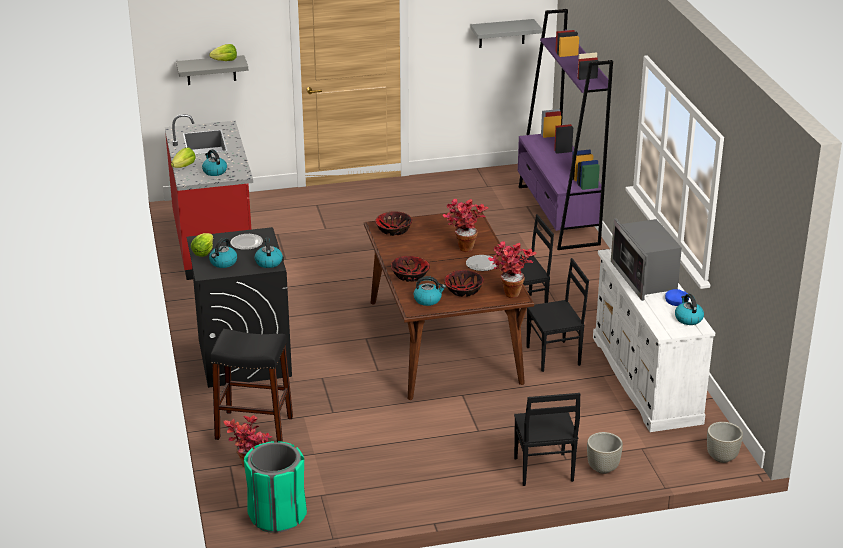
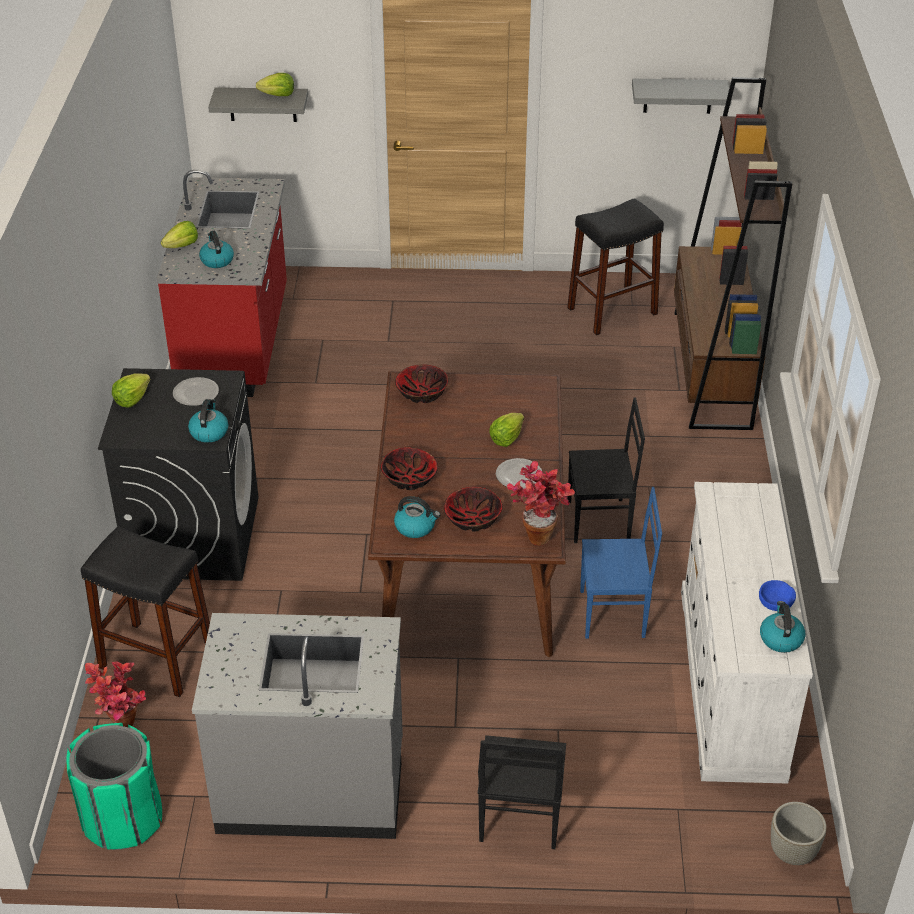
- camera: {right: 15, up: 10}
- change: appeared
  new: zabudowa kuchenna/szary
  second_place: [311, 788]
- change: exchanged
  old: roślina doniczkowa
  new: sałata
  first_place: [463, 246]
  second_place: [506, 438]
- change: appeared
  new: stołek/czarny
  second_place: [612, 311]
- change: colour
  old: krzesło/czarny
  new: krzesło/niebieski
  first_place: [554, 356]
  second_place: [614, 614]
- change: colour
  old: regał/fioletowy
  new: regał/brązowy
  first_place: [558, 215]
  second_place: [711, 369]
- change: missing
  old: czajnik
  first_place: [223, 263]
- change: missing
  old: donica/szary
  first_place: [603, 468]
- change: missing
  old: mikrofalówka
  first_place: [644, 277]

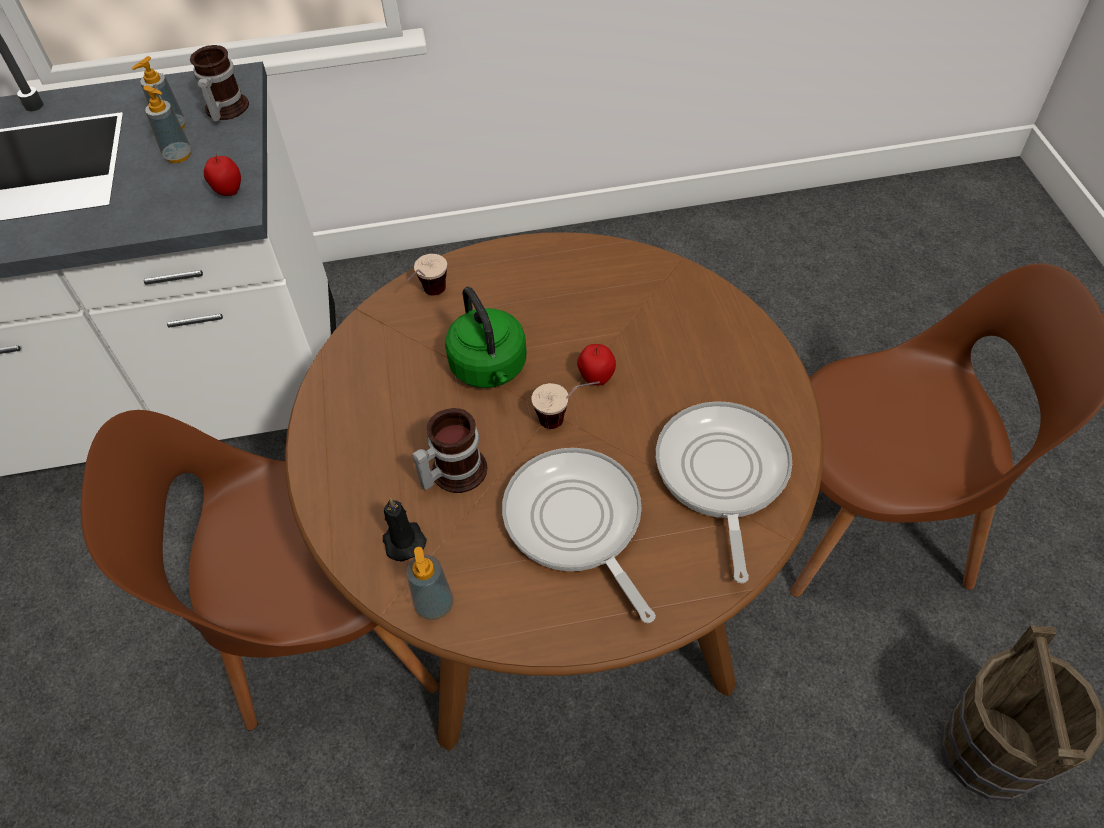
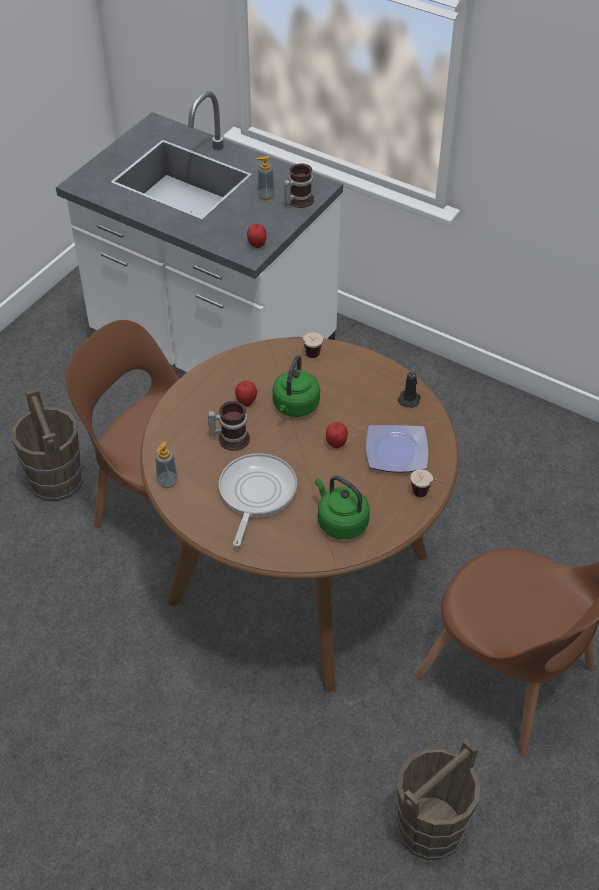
- camera: {right: 40, up: -5}
- change: appeared
  new: wiadro/brązowy
  second_place: [56, 480]
- change: appeared
  new: jabłko
  second_place: [246, 402]
- change: exchanged
  old: patelnia
  new: czajnik/zielony
  first_place: [721, 474]
  second_place: [340, 522]
- change: appeared
  new: talerz
  second_place: [395, 451]
- change: relocated
  old: świeca/czarny
  first_place: [403, 539]
  second_place: [409, 399]
- change: relocated
  old: filiżanka
  first_place: [566, 419]
  second_place: [427, 496]
- change: missing
  old: dozownik mydła
  first_place: [178, 155]

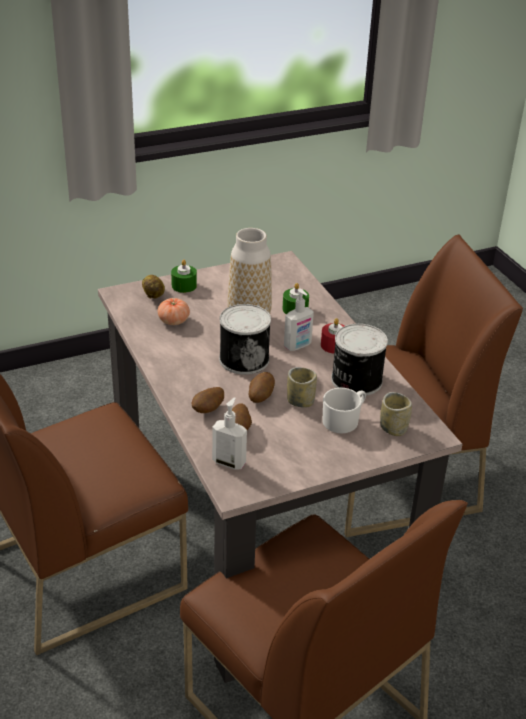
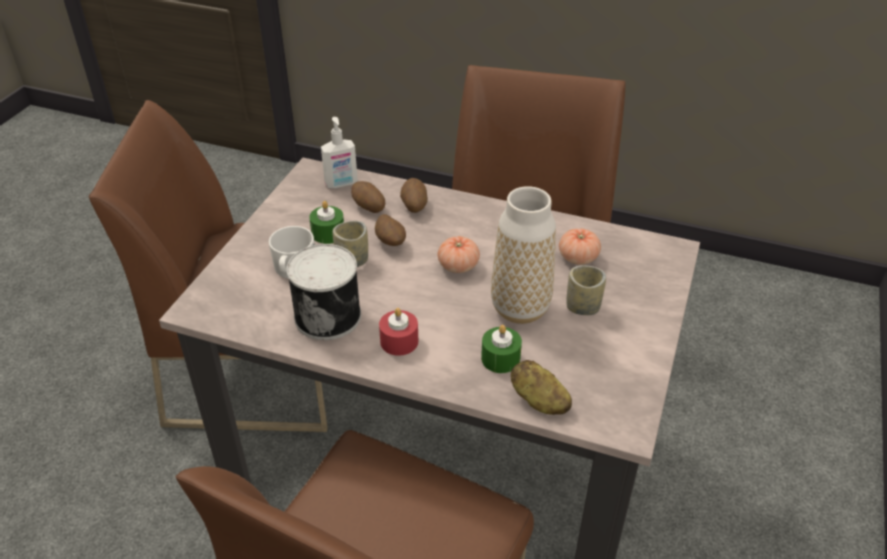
- camera: {right: 135, up: 5}
- change: relocated
  old: świeca/zielony
  first_place: [184, 285]
  second_place: [328, 233]
- change: exchanged
  old: puszka
  new: pomidor
  first_place: [244, 358]
  second_place: [458, 266]
- change: relocated
  old: ziemniak
  first_place: [154, 295]
  second_place: [538, 401]
- change: relocated
  old: filiżanka
  first_place: [393, 428]
  second_place: [583, 307]
- change: missing
  old: dozownik mydła
  first_place: [298, 346]

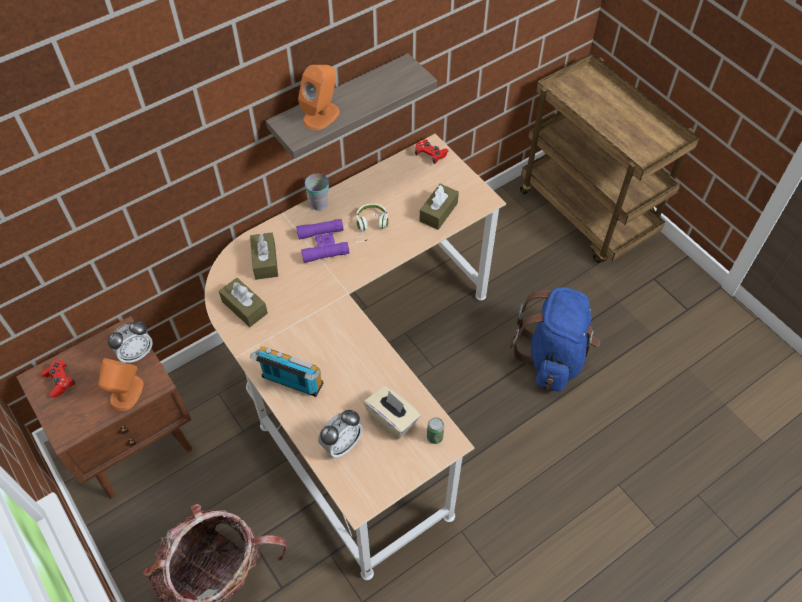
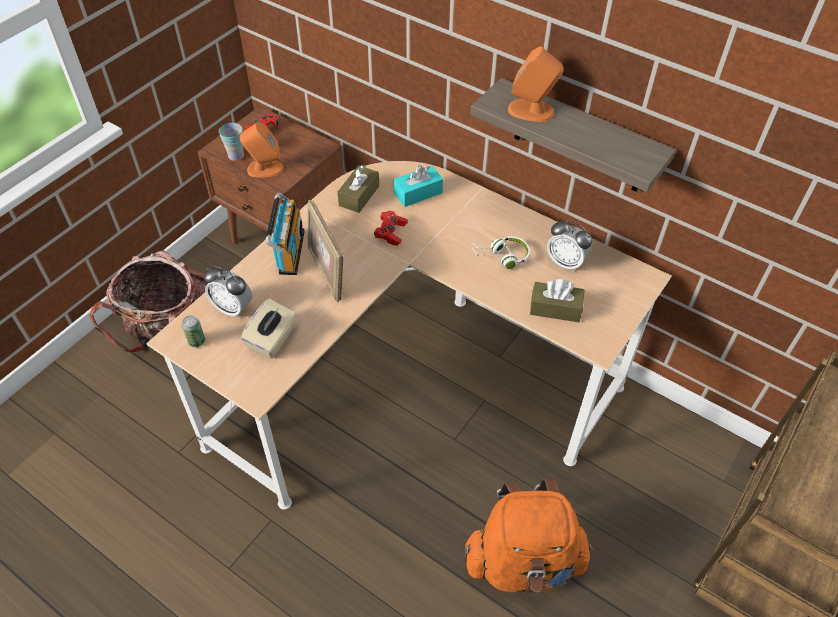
- camera: {right: 70, up: -5}
- change: relocated
  old: puszka
  first_place: [434, 437]
  second_place: [196, 341]
- change: relocated
  old: filiżanka
  first_place: [319, 204]
  second_place: [236, 155]
- change: appeared
  new: ramka na zdjęcie
  second_place: [327, 273]
- change: relocated
  old: pad do gier/czerwony
  first_place: [430, 155]
  second_place: [391, 233]
- change: colour
  old: pudełko chusteczek/brązowy
  new: pudełko chusteczek/turkusowy
  first_place: [265, 261]
  second_place: [418, 193]
- change: colour
  old: plecak/niebieski
  new: plecak/pomarańczowy
  first_place: [553, 356]
  second_place: [523, 562]
- change: relocated
  old: budzik
  first_place: [136, 353]
  second_place: [565, 262]
- change: missing
  old: lornetka/fioletowy
  first_place: [323, 244]

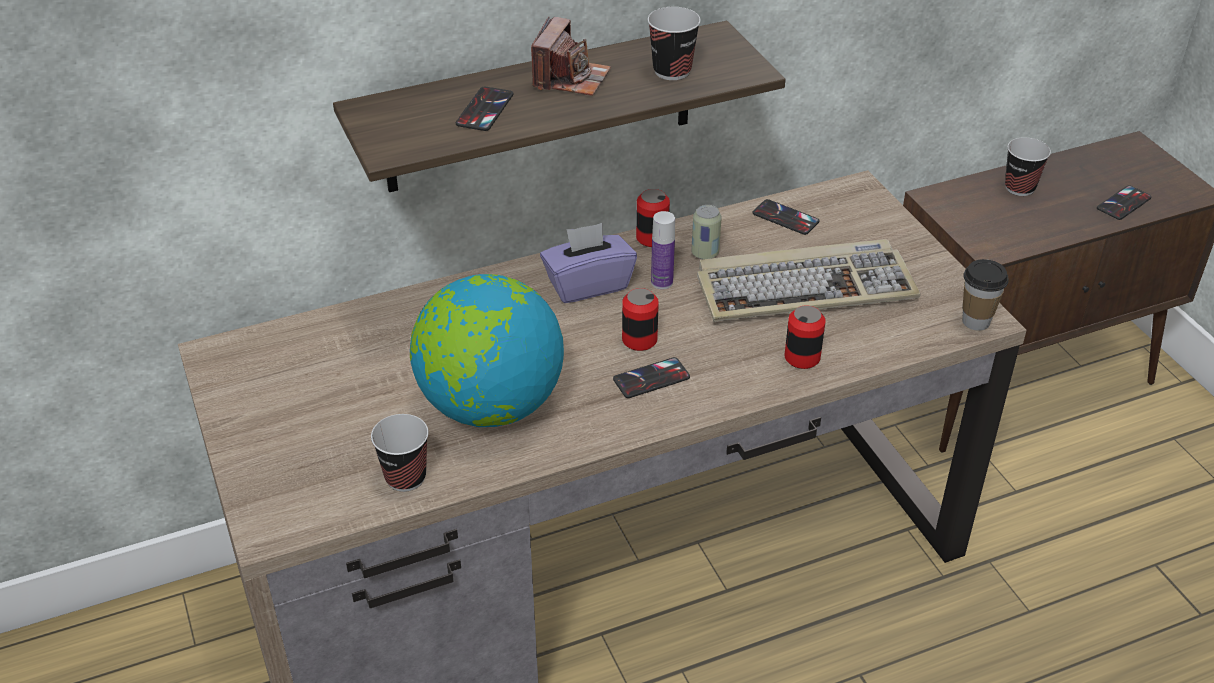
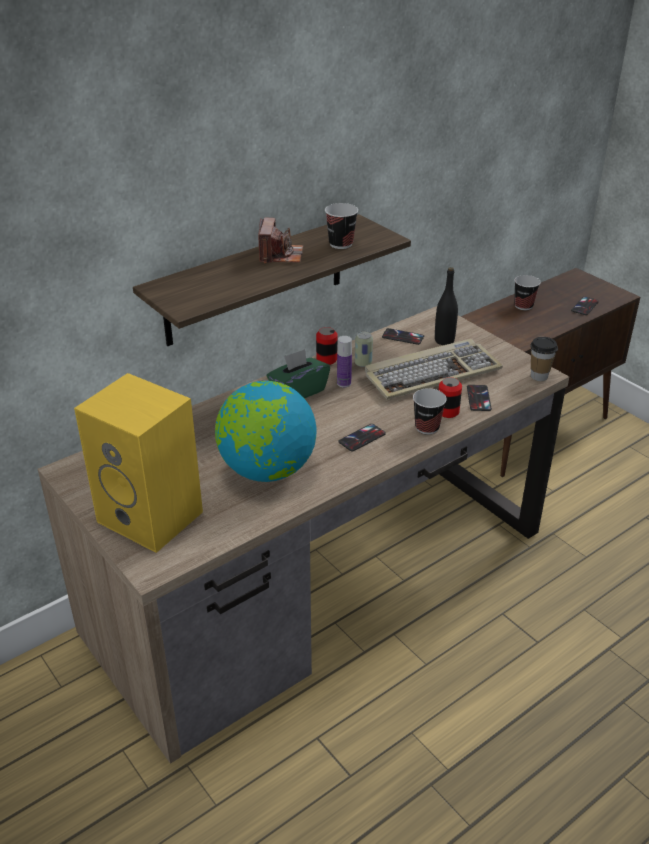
- camera: {right: -15, up: -5}
- change: appeared
  new: głośnik/żółty
  second_place: [153, 516]
- change: colour
  old: pudełko chusteczek/fioletowy
  new: pudełko chusteczek/zielony
  first_place: [588, 284]
  second_place: [298, 391]
- change: relocated
  old: filiżanka
  first_place: [405, 477]
  second_place: [427, 427]
- change: appeared
  new: butelka/czarny
  second_place: [444, 340]
- change: relocated
  old: telefon
  first_place: [484, 109]
  second_place: [478, 398]
- change: missing
  old: puszka
  first_place: [639, 340]

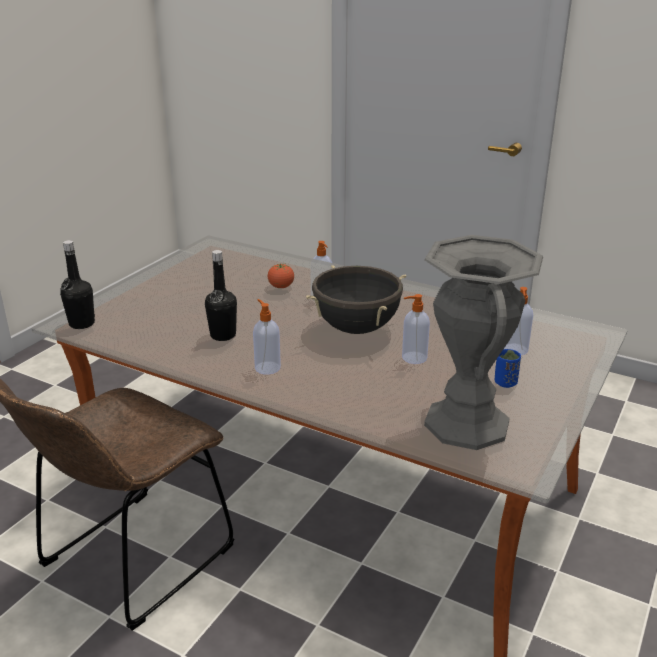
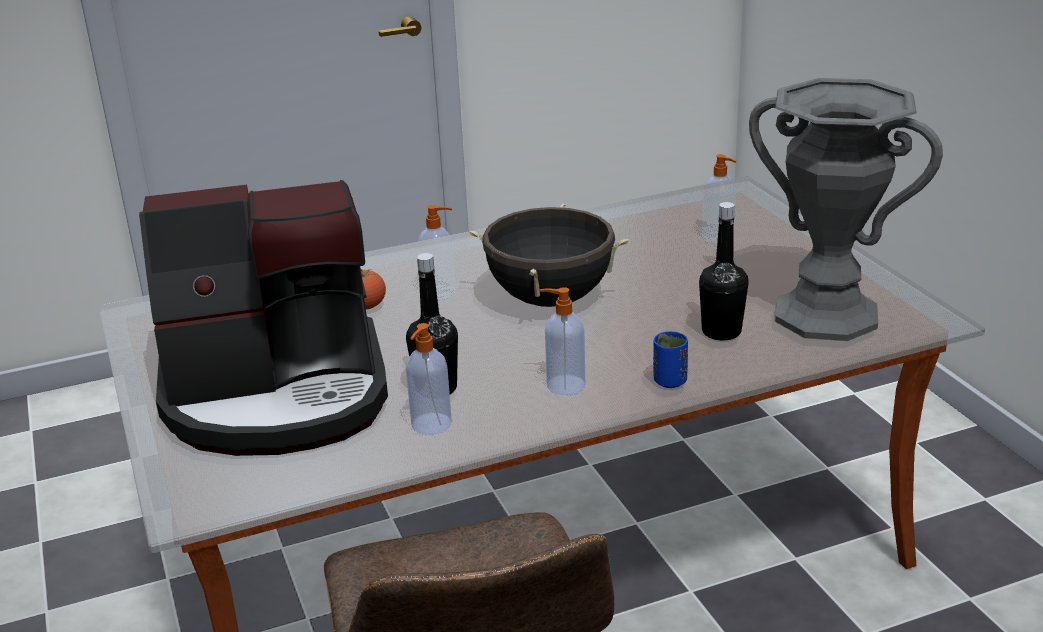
- camera: {right: -50, up: 0}
- change: appeared
  new: ekspres do kawy
  second_place: [278, 396]
- change: relocated
  old: dozownik mydła
  first_place: [413, 358]
  second_place: [430, 425]
- change: relocated
  old: filiżanka/niebieski
  first_place: [505, 383]
  second_place: [670, 381]
- change: relocated
  old: butelka/czarny
  first_place: [82, 324]
  second_place: [721, 332]

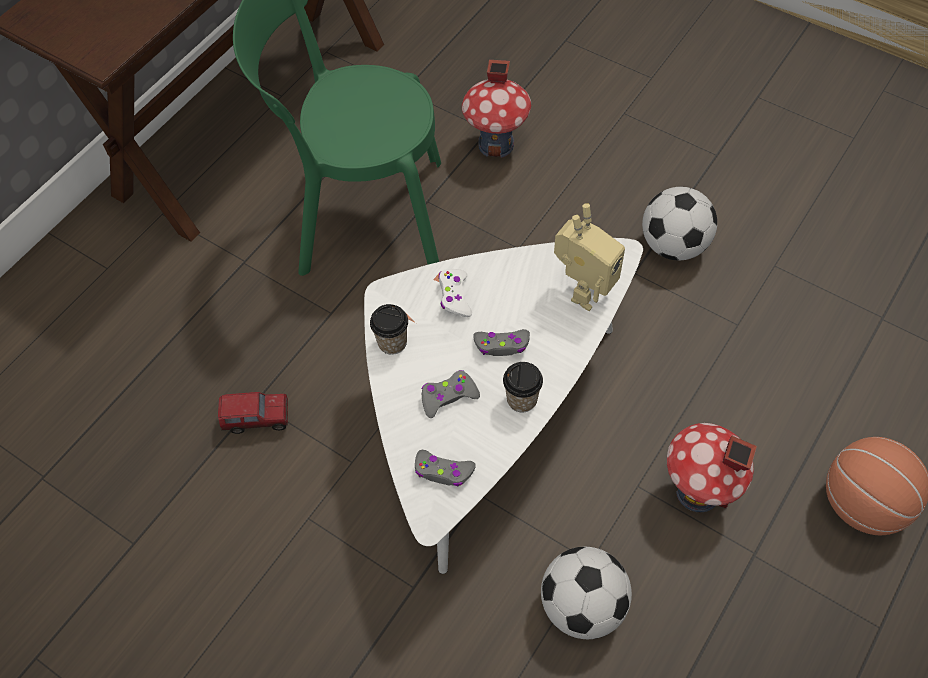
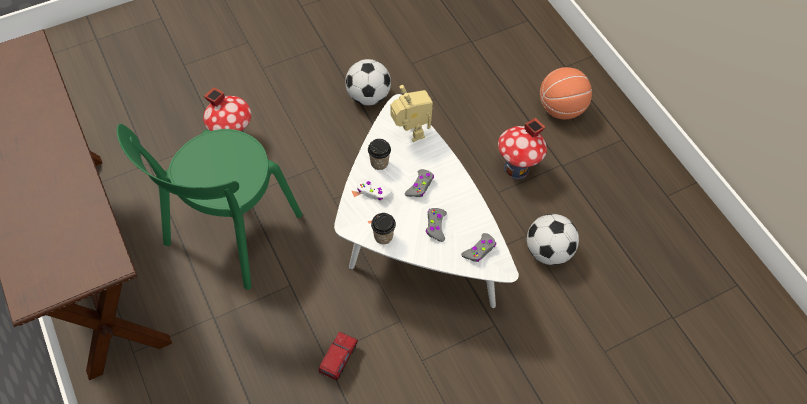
- camera: {right: -65, up: 0}
- change: relocated
  old: filiżanka
  first_place: [522, 399]
  second_place: [379, 163]

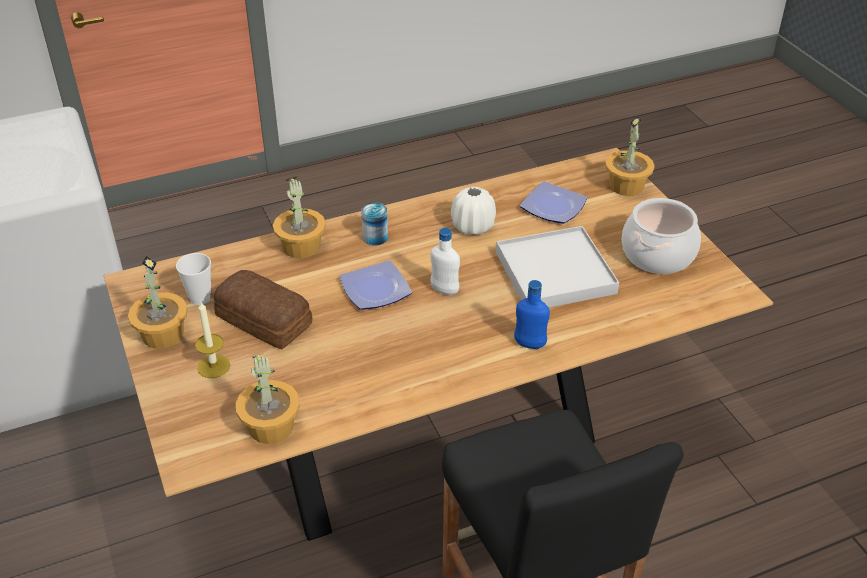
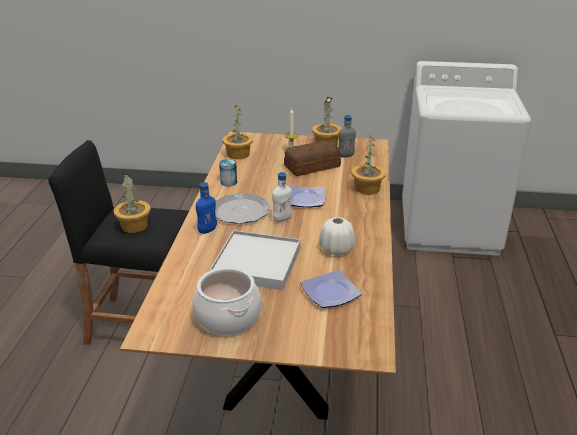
- camera: {right: 120, up: -10}
- change: relocated
  old: roślina doniczkowa
  first_place: [627, 185]
  second_place: [134, 226]
- change: appeared
  new: talerz
  second_place: [240, 211]
- change: relocated
  old: puszka
  first_place: [375, 237]
  second_place: [228, 182]
- change: exchanged
  old: filiżanka
  new: butelka/szary
  first_place: [200, 298]
  second_place: [346, 156]

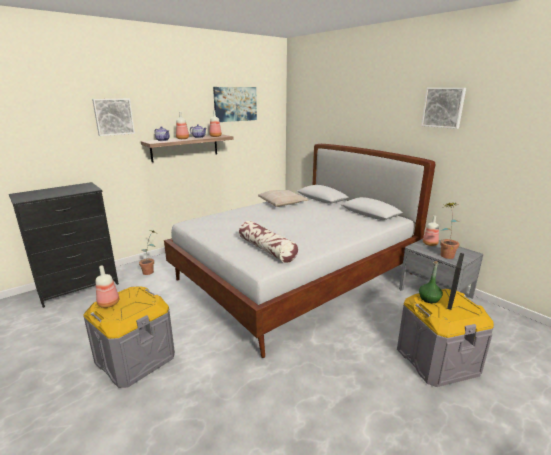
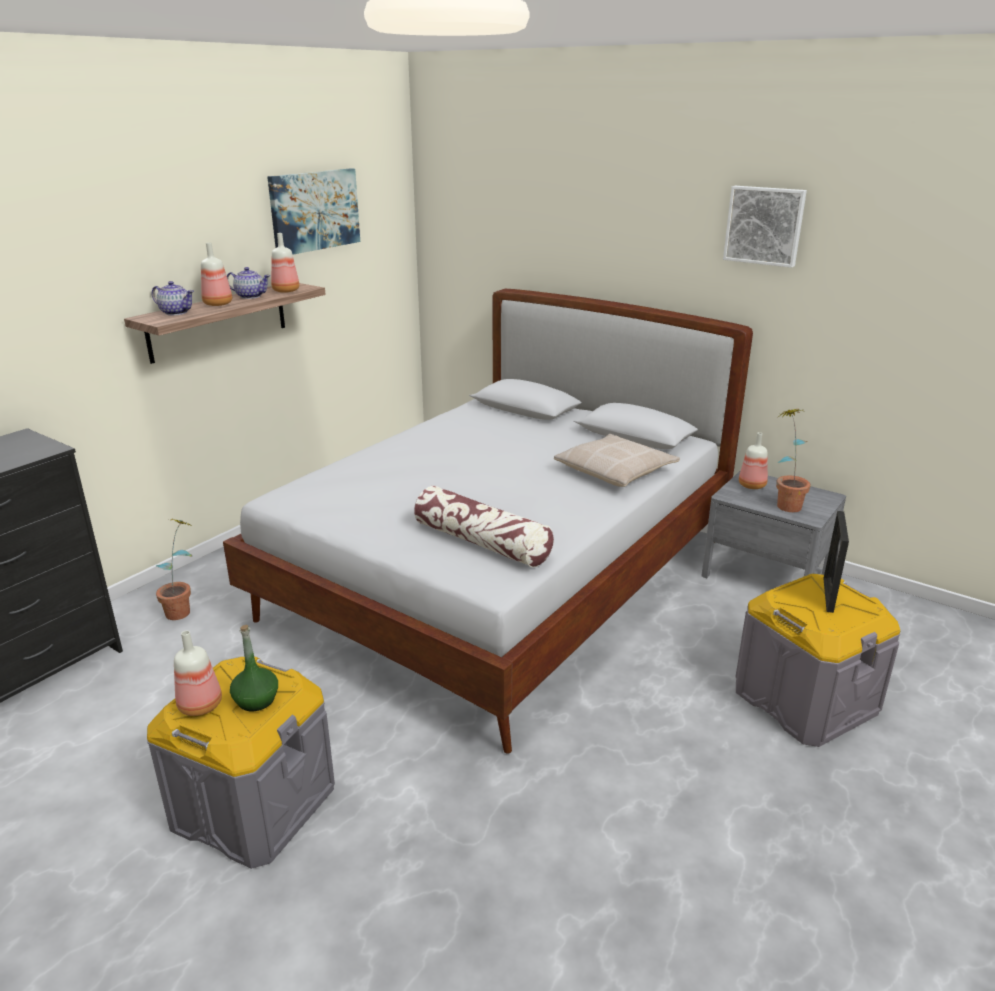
- camera: {right: -15, up: 5}
- change: relocated
  old: butelka/zielony
  first_place: [429, 299]
  second_place: [256, 700]
- change: relocated
  old: poduszka/beżowy
  first_place: [282, 203]
  second_place: [616, 471]
- change: missing
  old: obraz
  first_place: [113, 116]

